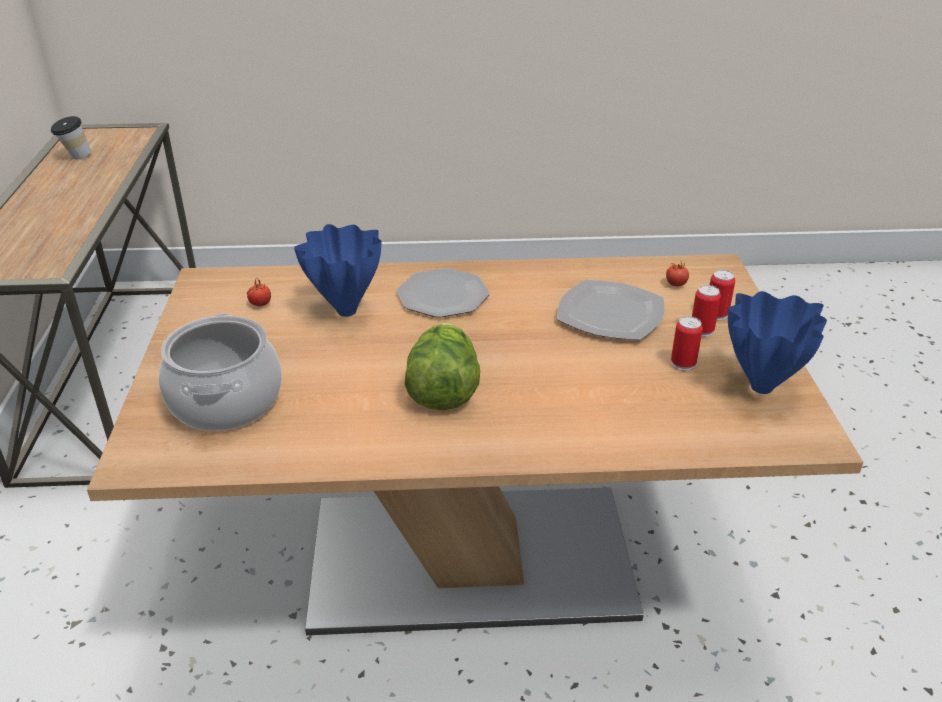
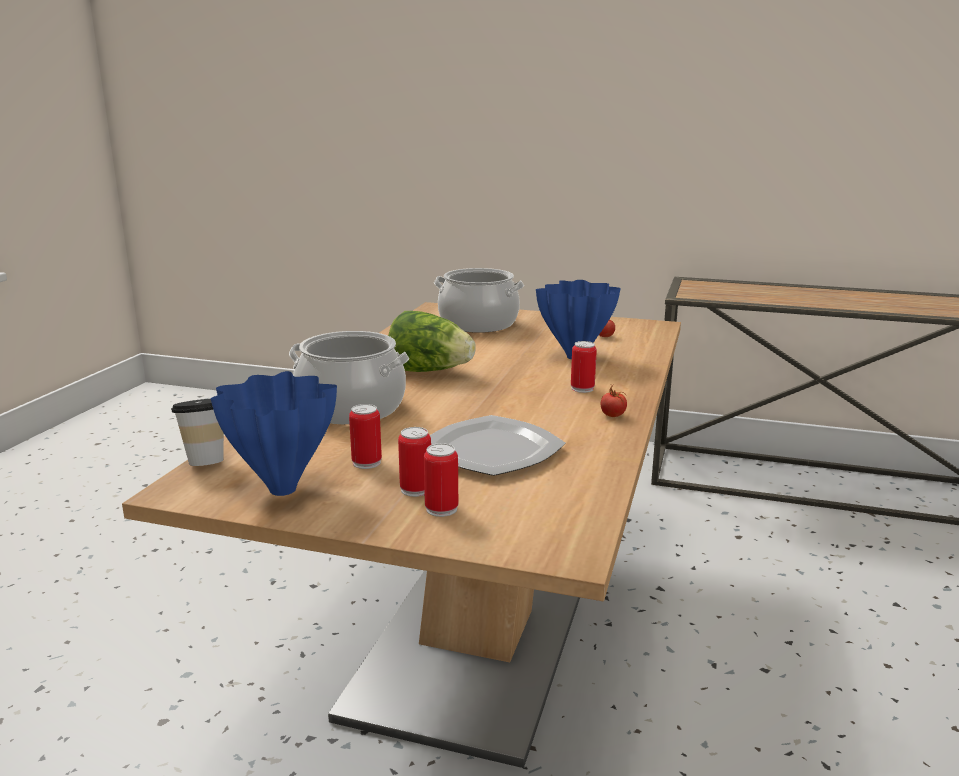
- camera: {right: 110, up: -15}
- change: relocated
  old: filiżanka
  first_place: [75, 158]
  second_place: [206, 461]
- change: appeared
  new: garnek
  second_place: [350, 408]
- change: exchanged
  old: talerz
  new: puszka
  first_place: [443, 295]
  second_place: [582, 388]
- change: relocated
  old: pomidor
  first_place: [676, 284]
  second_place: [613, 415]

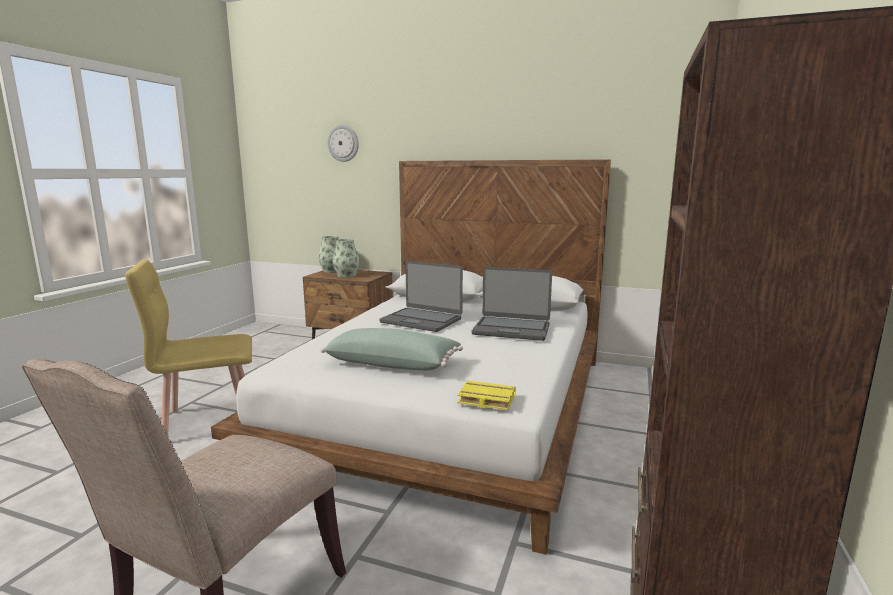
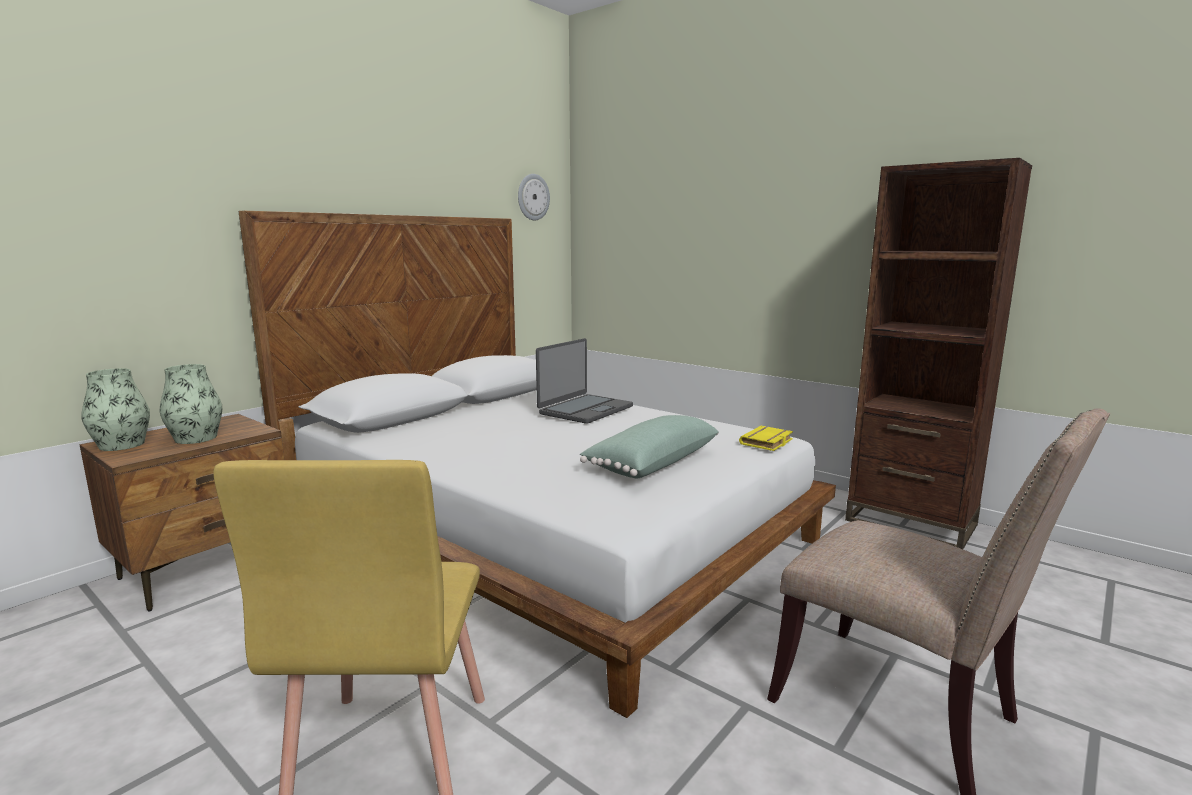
- camera: {right: -70, up: 0}
- change: relocated
  old: zegar ścienny
  first_place: [343, 143]
  second_place: [533, 197]
- change: missing
  old: laptop
  first_place: [421, 320]

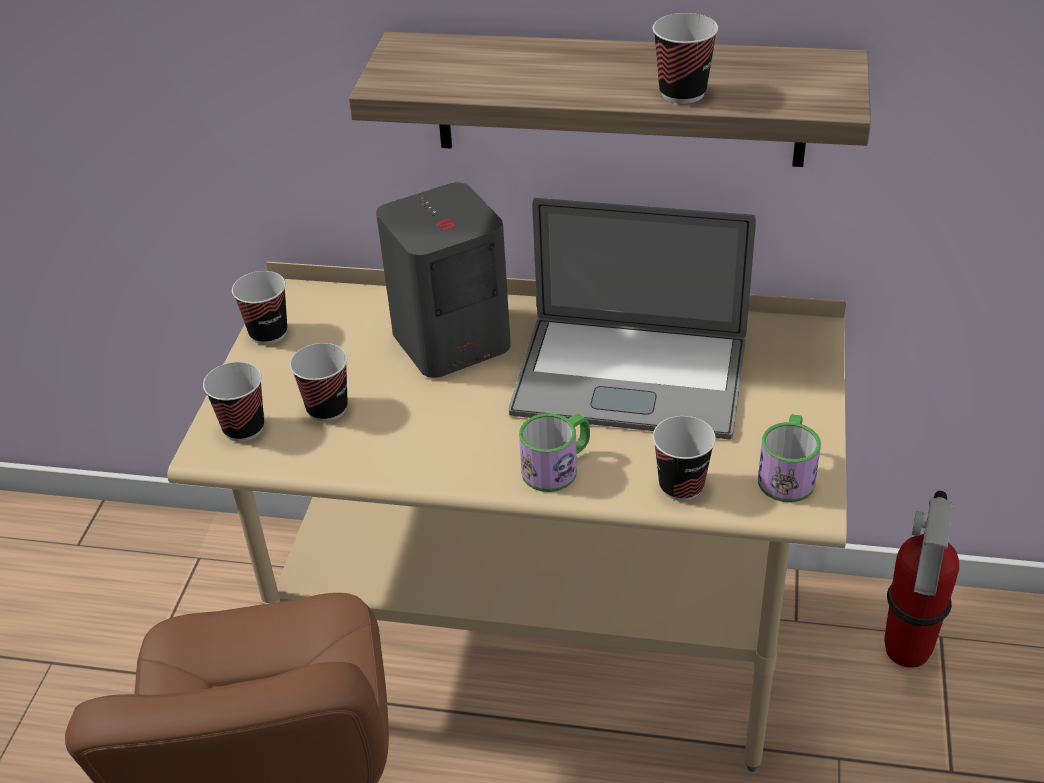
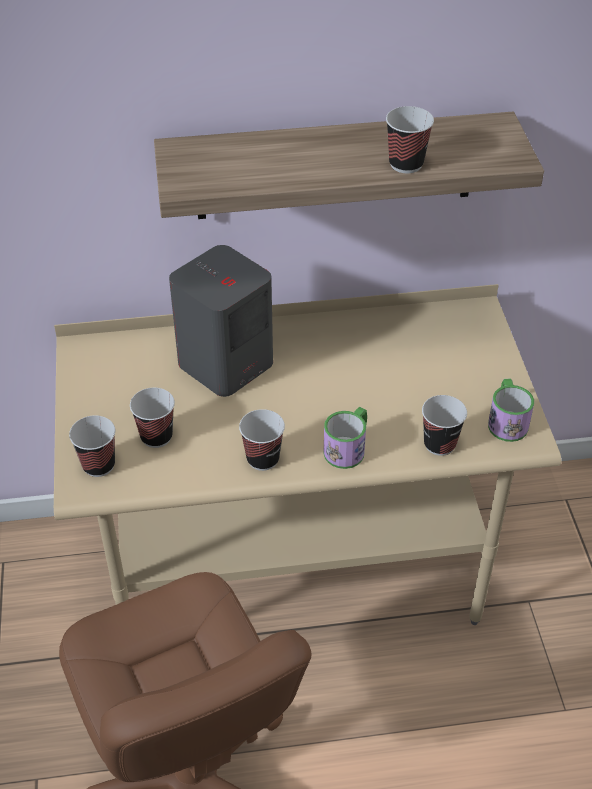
- camera: {right: -20, up: 5}
- change: relocated
  old: filiżanka
  first_place: [268, 333]
  second_place: [263, 459]
- change: missing
  old: laptop
  first_place: [630, 377]
- change: missing
  old: gaśnica
  first_place: [907, 652]

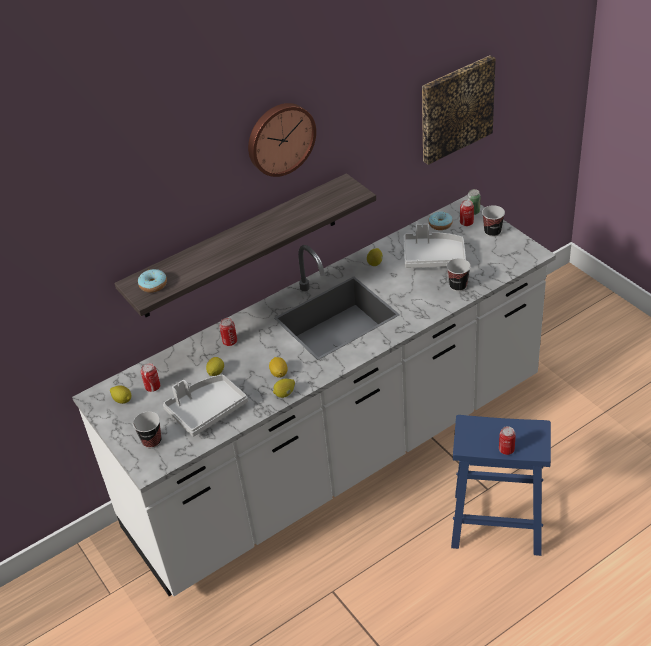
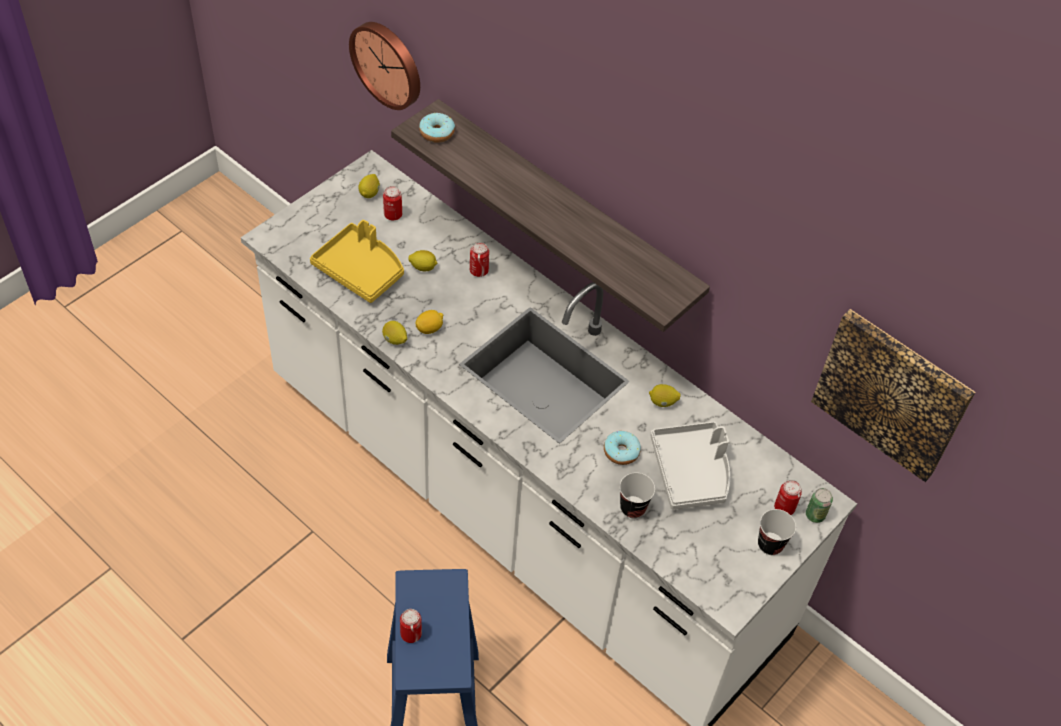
- camera: {right: 70, up: 10}
- change: colour
  old: taca/szary
  new: taca/żółty
  first_place: [206, 410]
  second_place: [361, 270]
- change: relocated
  old: zegar ścienny
  first_place: [280, 138]
  second_place: [388, 63]
- change: relocated
  old: donut
  first_place: [440, 224]
  second_place: [621, 452]
- change: missing
  old: filiżanka
  first_place: [152, 441]

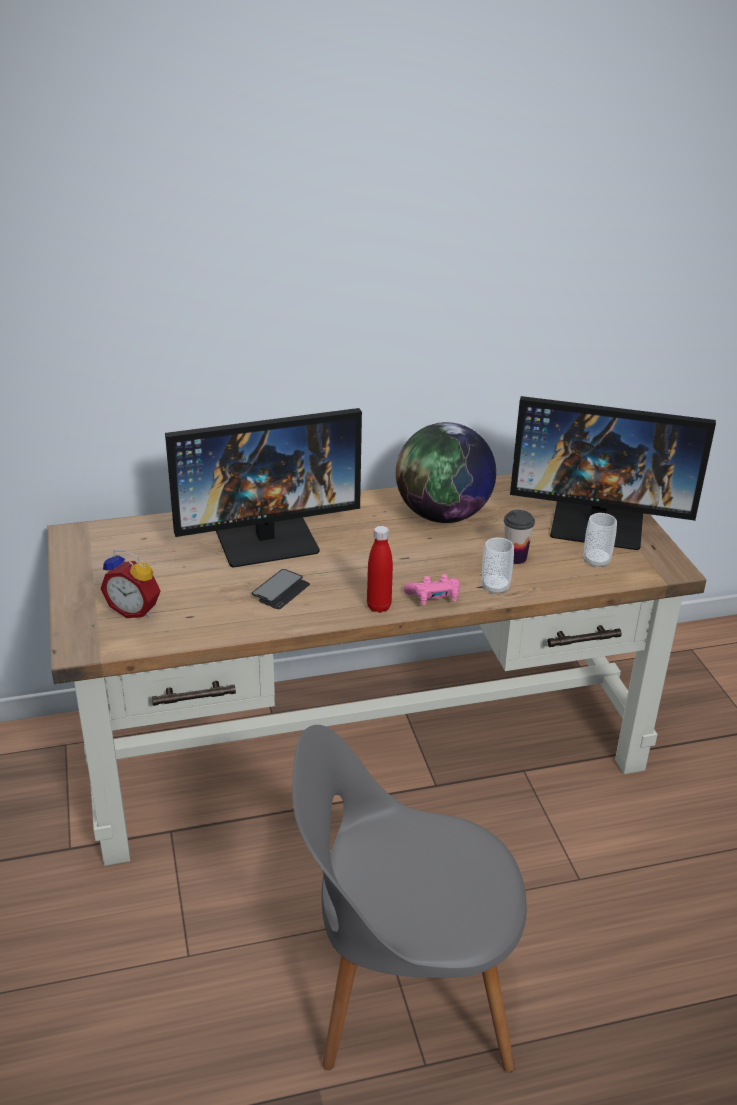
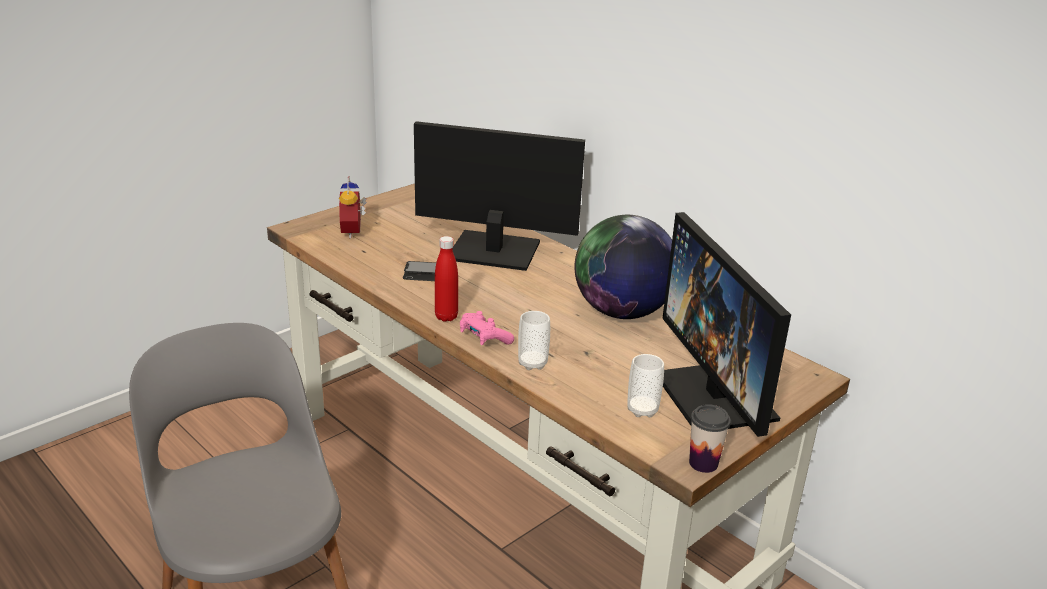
- camera: {right: 60, up: -5}
- change: spun
  old: monitor
  first_place: [267, 539]
  second_place: [493, 250]
  degrees: 150
- change: relocated
  old: filiżanka
  first_place: [515, 557]
  second_place: [703, 463]

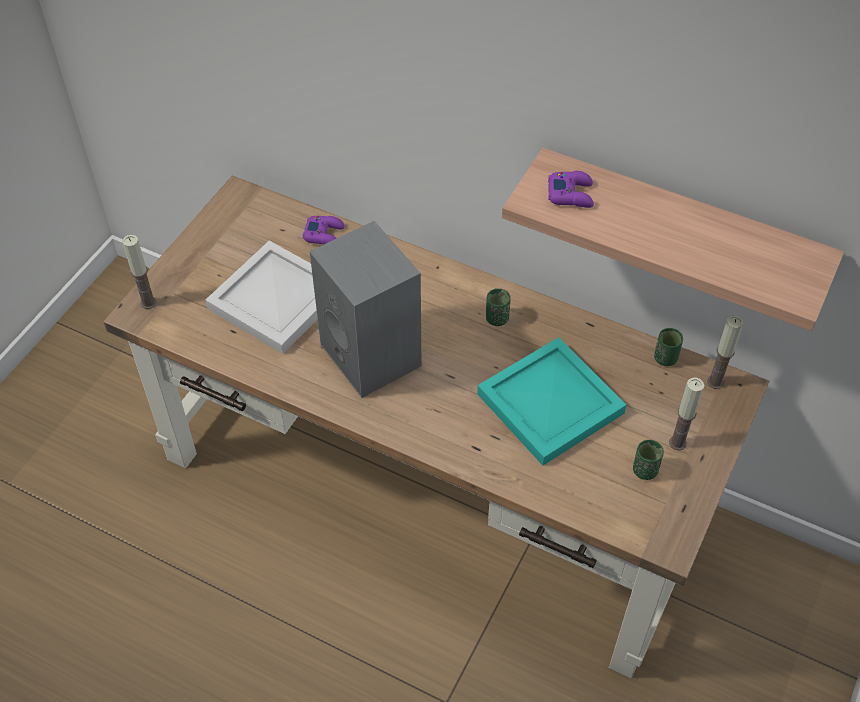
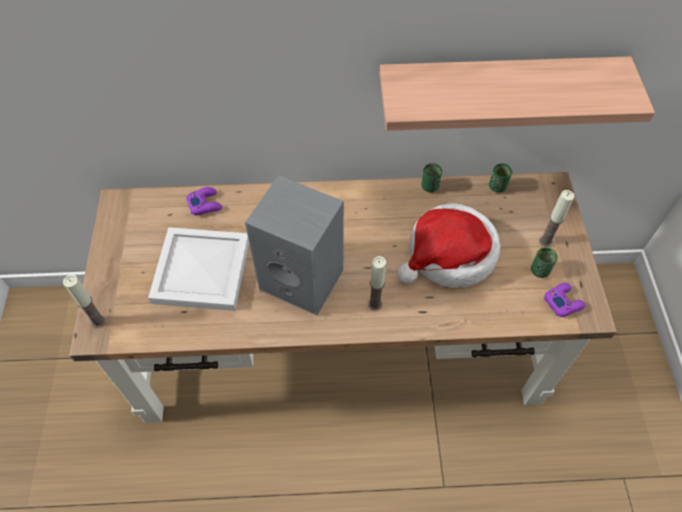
- camera: {right: -30, up: 5}
- change: relocated
  old: świeca
  first_place: [715, 382]
  second_place: [375, 304]
- change: exchanged
  old: taca/turkusowy
  new: kapelusz
  first_place: [550, 405]
  second_place: [449, 255]
- change: relocated
  old: filiżanka/zielony
  first_place: [497, 318]
  second_place: [429, 186]
- change: relocated
  old: pad do gier/fioletowy
  first_place: [571, 194]
  second_place: [563, 302]

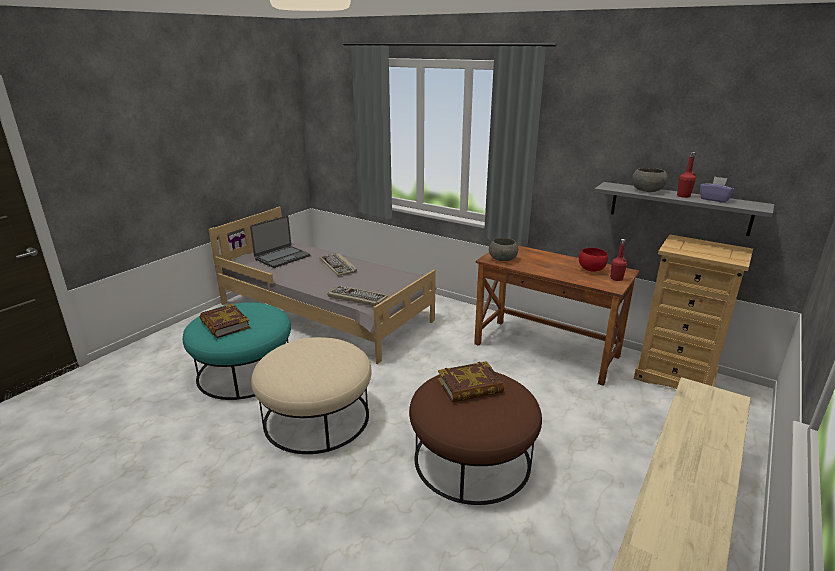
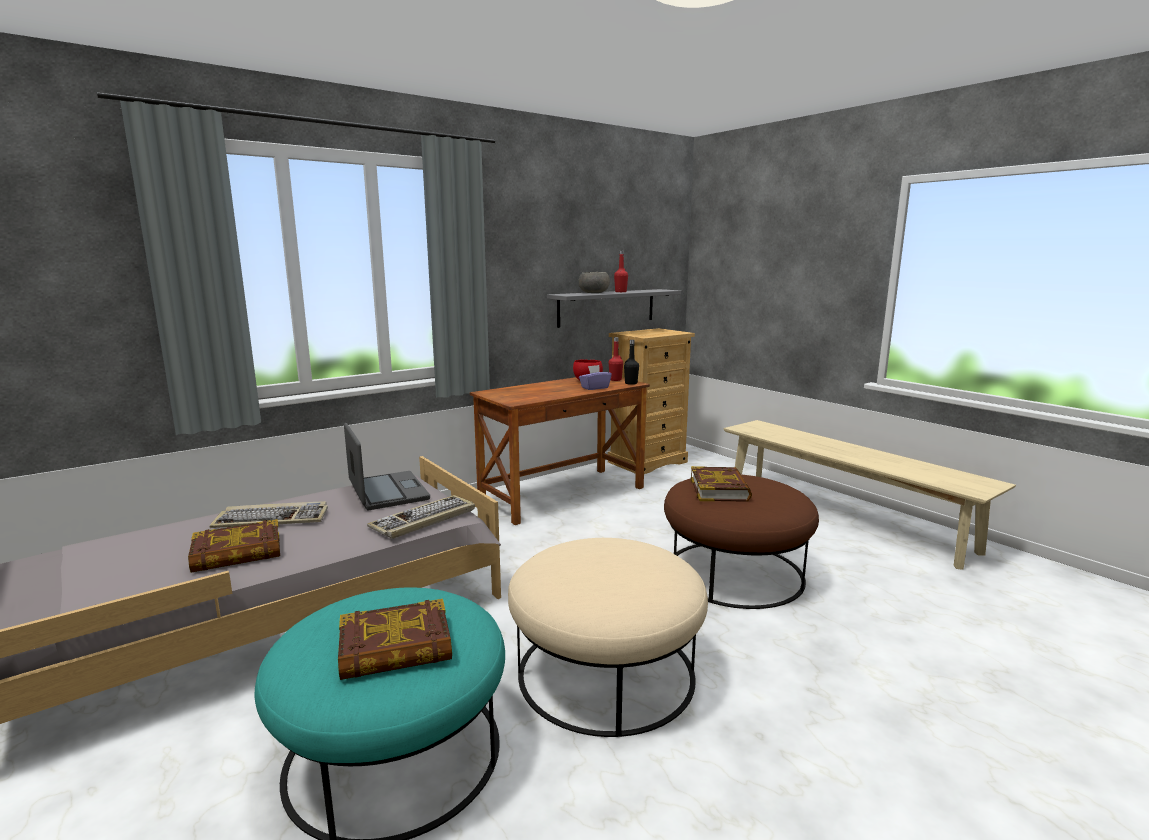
- camera: {right: -70, up: -10}
- change: appeared
  new: książka
  second_place: [237, 553]
- change: relocated
  old: laptop
  first_place: [282, 257]
  second_place: [387, 492]
- change: relocated
  old: pudełko chusteczek/fioletowy
  first_place: [714, 199]
  second_place: [594, 388]
- change: appeared
  new: butelka/czarny
  second_place: [631, 383]
- change: missing
  old: miska/szary
  first_place: [503, 259]

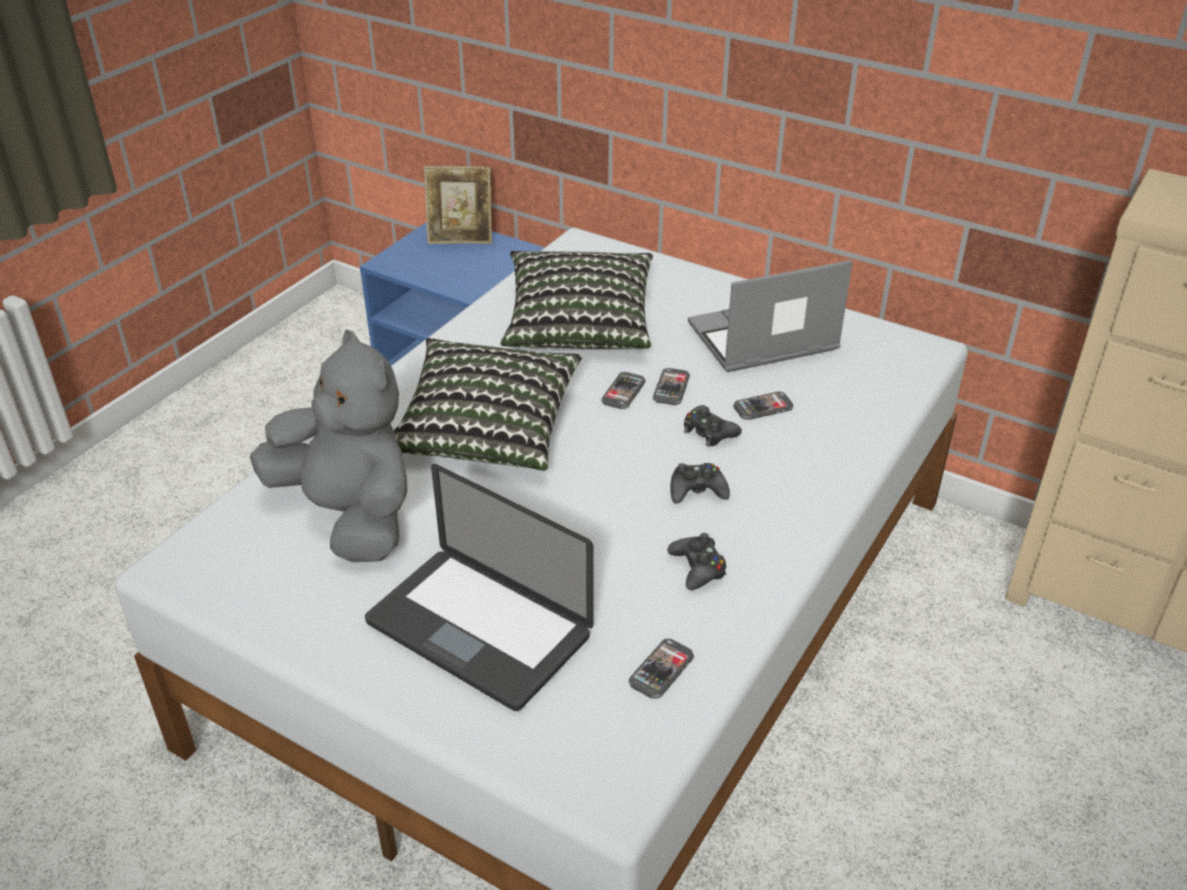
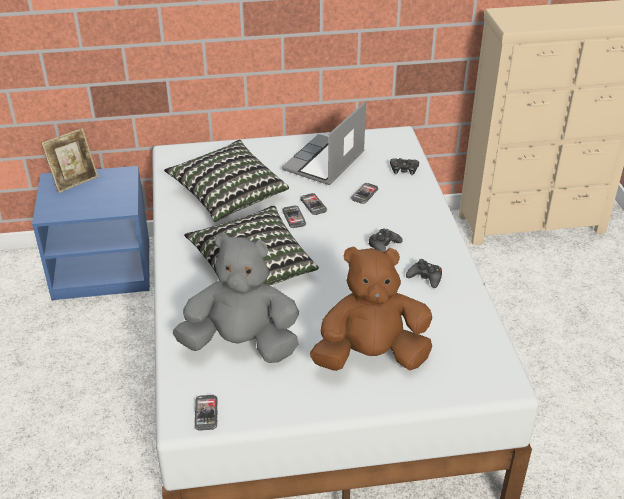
- camera: {right: -40, up: 0}
- change: relocated
  old: telefon
  first_place: [661, 670]
  second_place: [206, 413]
- change: exchanged
  old: laptop
  new: pluszak/brązowy
  first_place: [478, 629]
  second_place: [371, 356]
- change: relocated
  old: pad do gier/czarny
  first_place: [709, 432]
  second_place: [404, 169]

